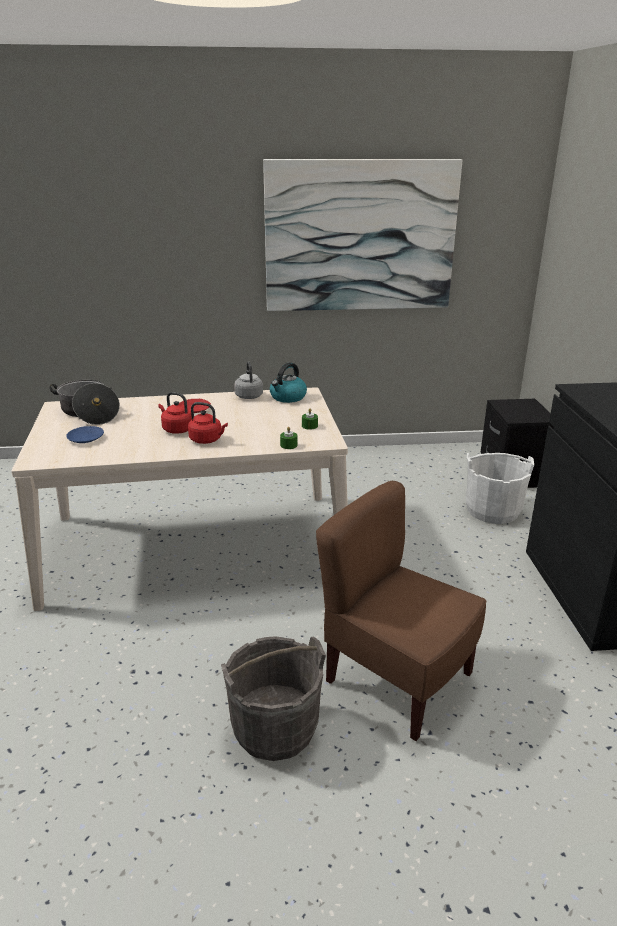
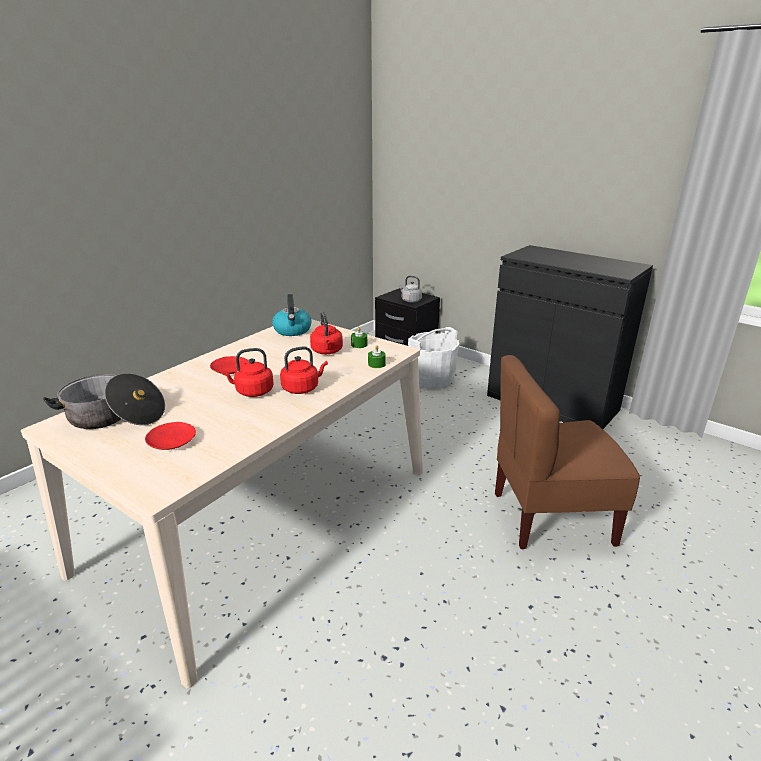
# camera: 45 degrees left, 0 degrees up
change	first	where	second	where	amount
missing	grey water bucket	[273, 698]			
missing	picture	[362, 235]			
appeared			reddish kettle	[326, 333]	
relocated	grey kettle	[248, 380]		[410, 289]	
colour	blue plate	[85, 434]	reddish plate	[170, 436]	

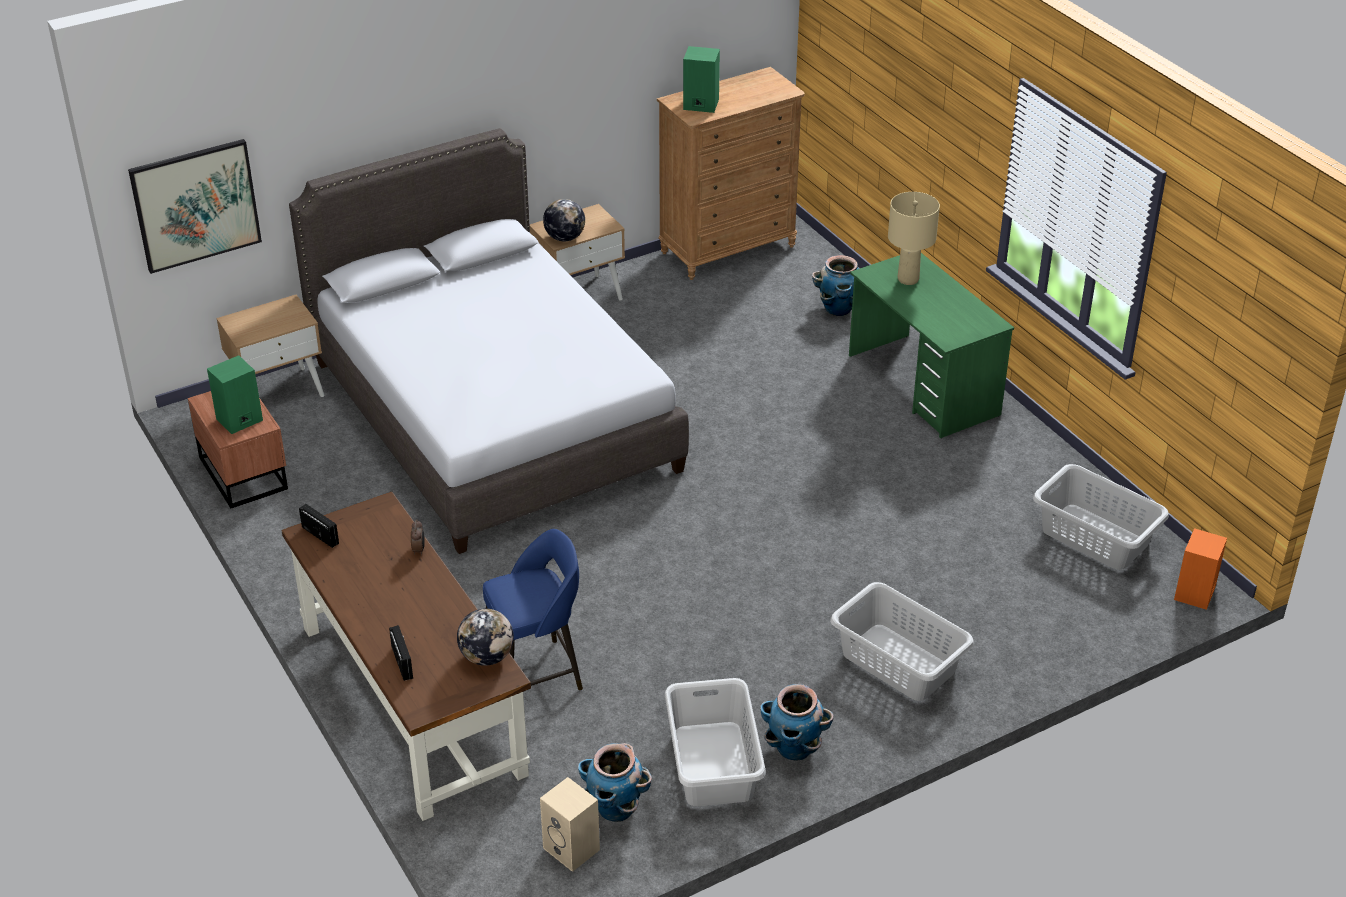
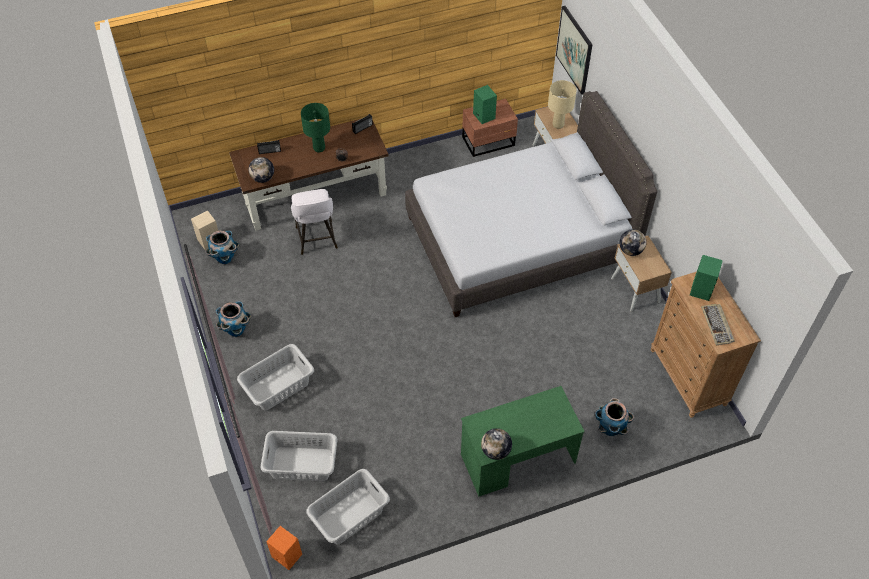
# camera: 100 degrees right, 15 degrees up
change	first	where	second	where	amount
appeared			green tabletop lamp	[315, 127]	
appeared			desk globe	[496, 444]	
appeared			PC keyboard	[718, 324]	
relocated	grey washing basket	[715, 742]		[299, 456]	
relocated	sand-coloured tabletop lamp	[914, 238]		[562, 104]	
colour	blue stool	[533, 609]	white stool	[314, 222]	

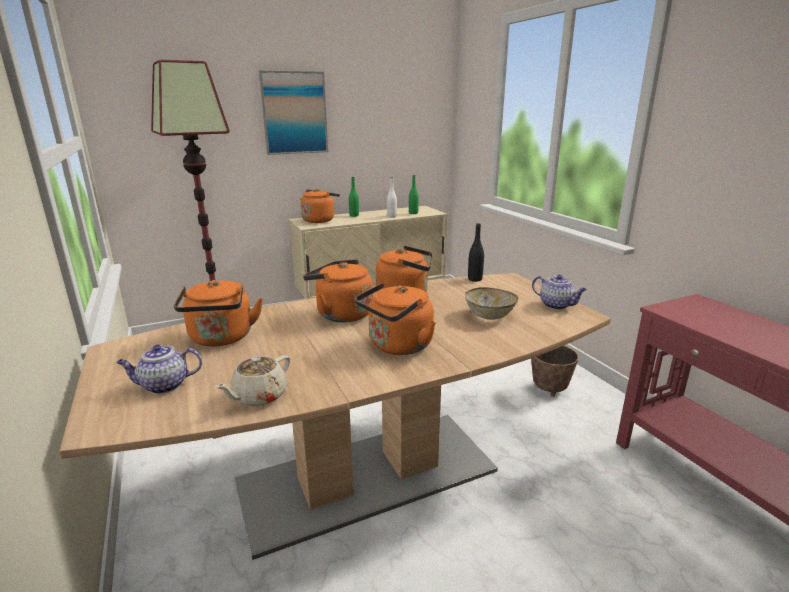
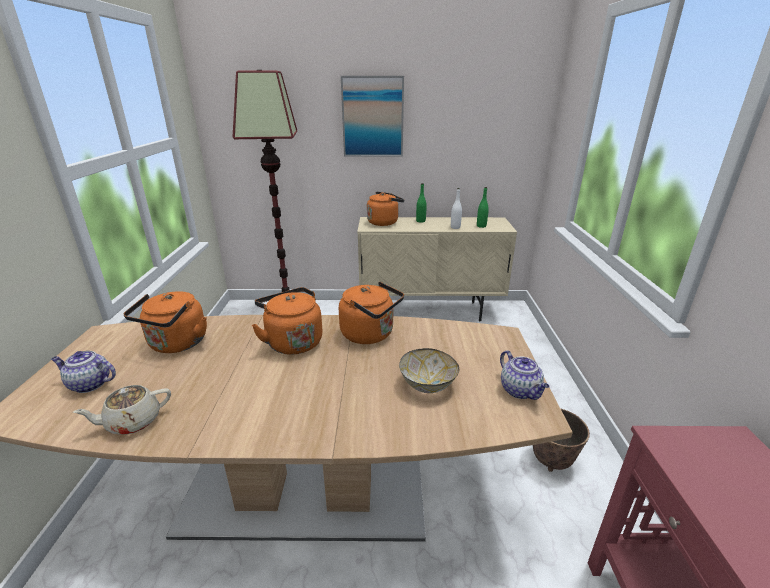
# camera: 25 degrees right, 5 degrees up
change	first	where	second	where	amount
missing	orange kettle	[395, 319]			
missing	black beverage bottle	[476, 252]			

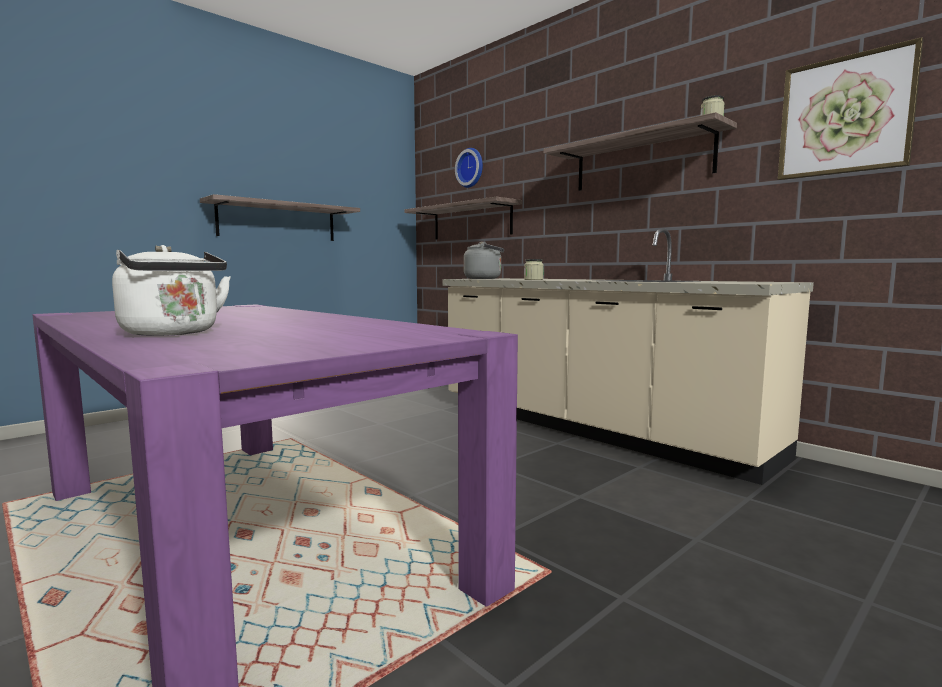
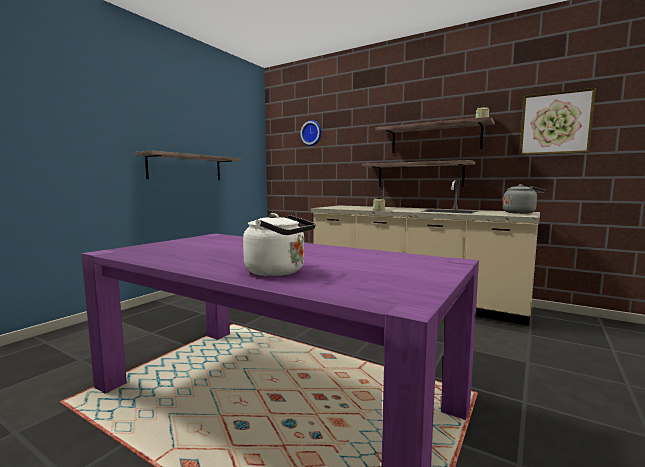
# camera: 15 degrees left, 0 degrees up
change	first	where	second	where	amount
relocated	bracket shelf	[463, 218]		[418, 173]	
relocated	grey kettle	[484, 260]		[524, 199]	

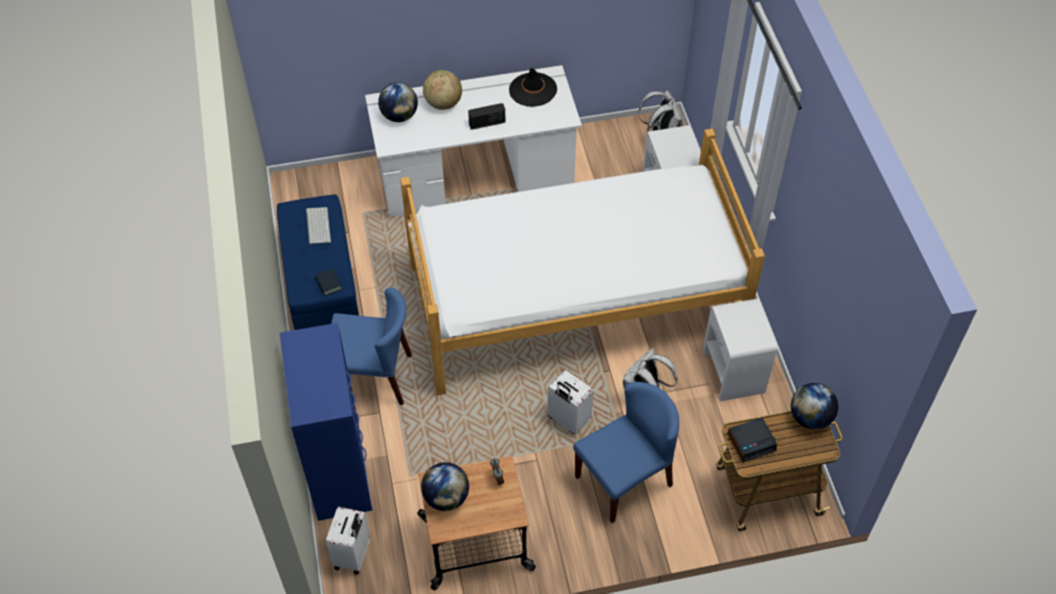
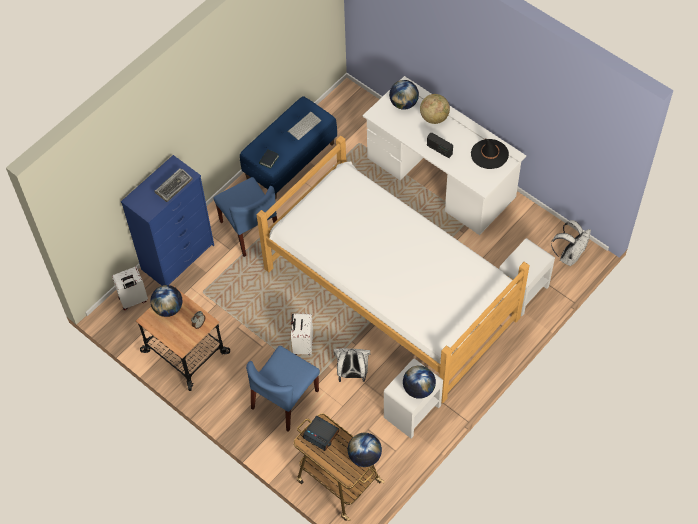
# camera: 55 degrees right, 5 degrees up
change	first	where	second	where	amount
appeared			PC keyboard	[173, 185]	
appeared			desk globe	[419, 382]	
spun	blue upright chair	[626, 452]		[283, 389]	105 degrees clockwise

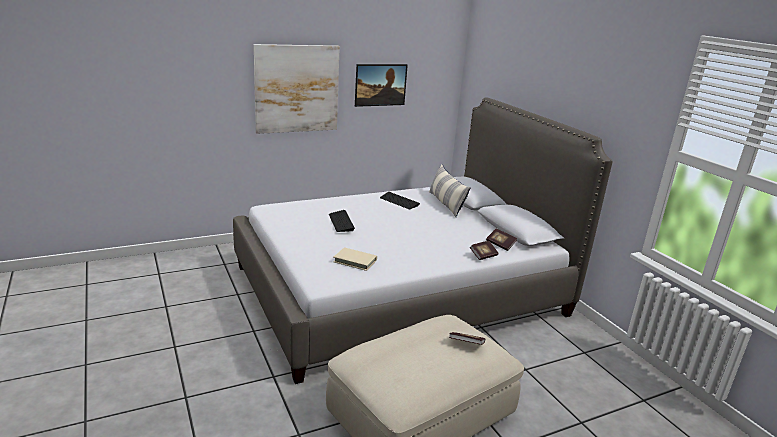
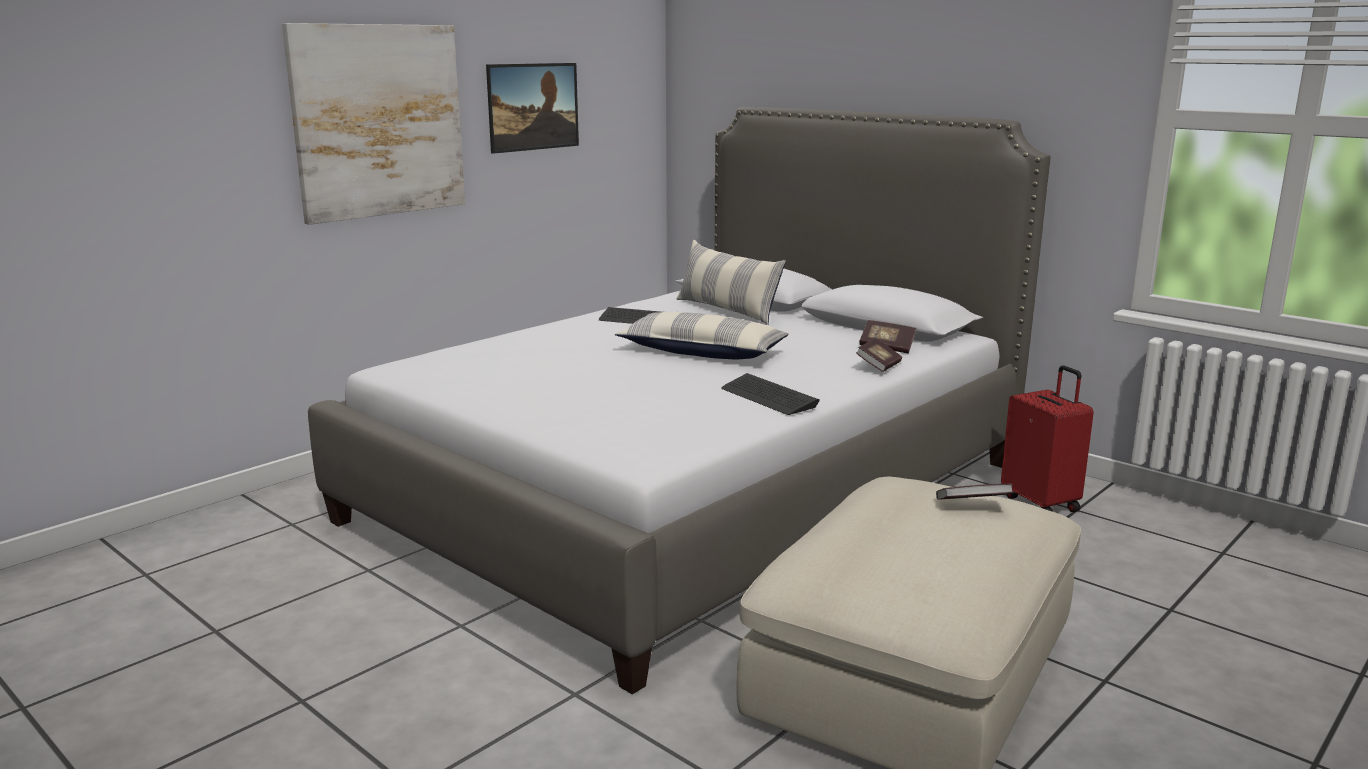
# camera: 20 degrees left, 5 degrees down
change	first	where	second	where	amount
missing	sand-coloured book	[355, 259]			
appeared			throw pillow	[702, 335]	
appeared			reddish travel case	[1047, 438]	
relocated	PC keyboard	[342, 221]		[770, 394]	

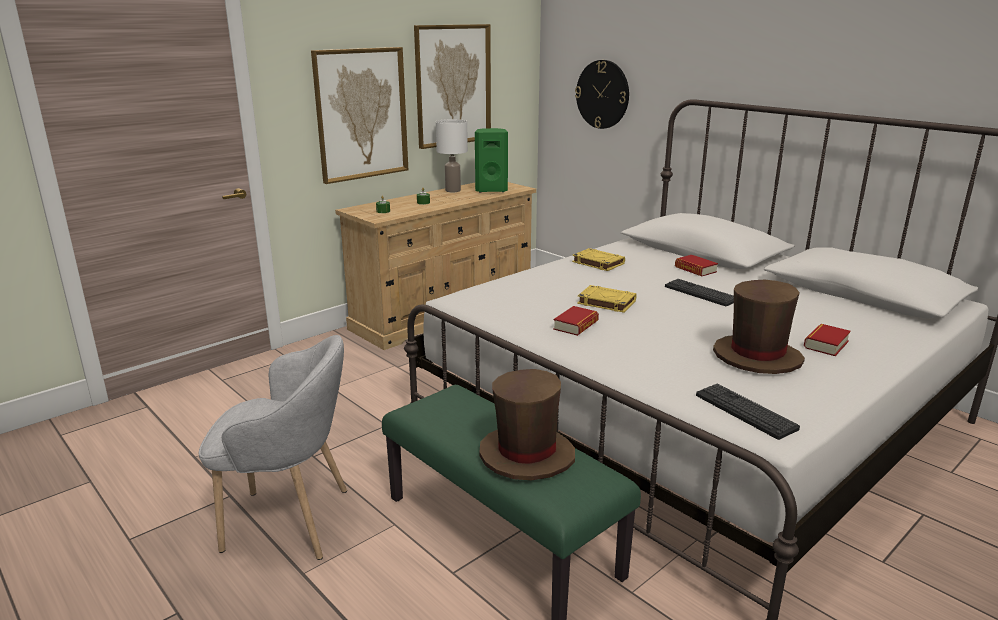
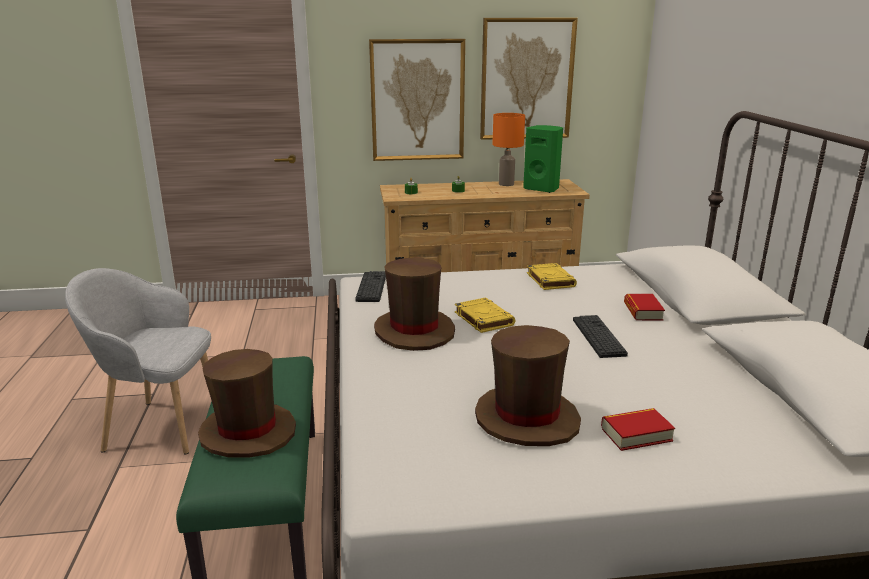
# camera: 35 degrees right, 0 degrees up
change	first	where	second	where	amount
missing	clock on the wall	[602, 94]			
relocated	PC keyboard	[748, 412]		[370, 286]	
exchanged	book	[576, 321]	brown hat	[414, 304]	
colour	white tabletop lamp	[452, 155]	orange tabletop lamp	[508, 149]	
spun	grey lounge chair	[273, 447]		[138, 361]	150 degrees clockwise

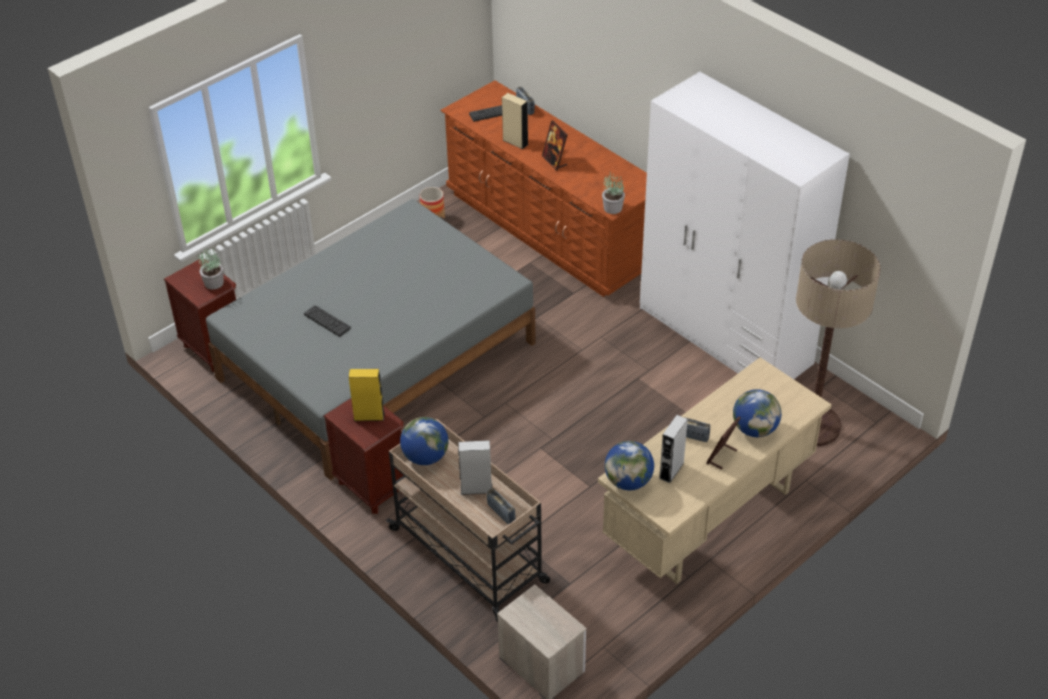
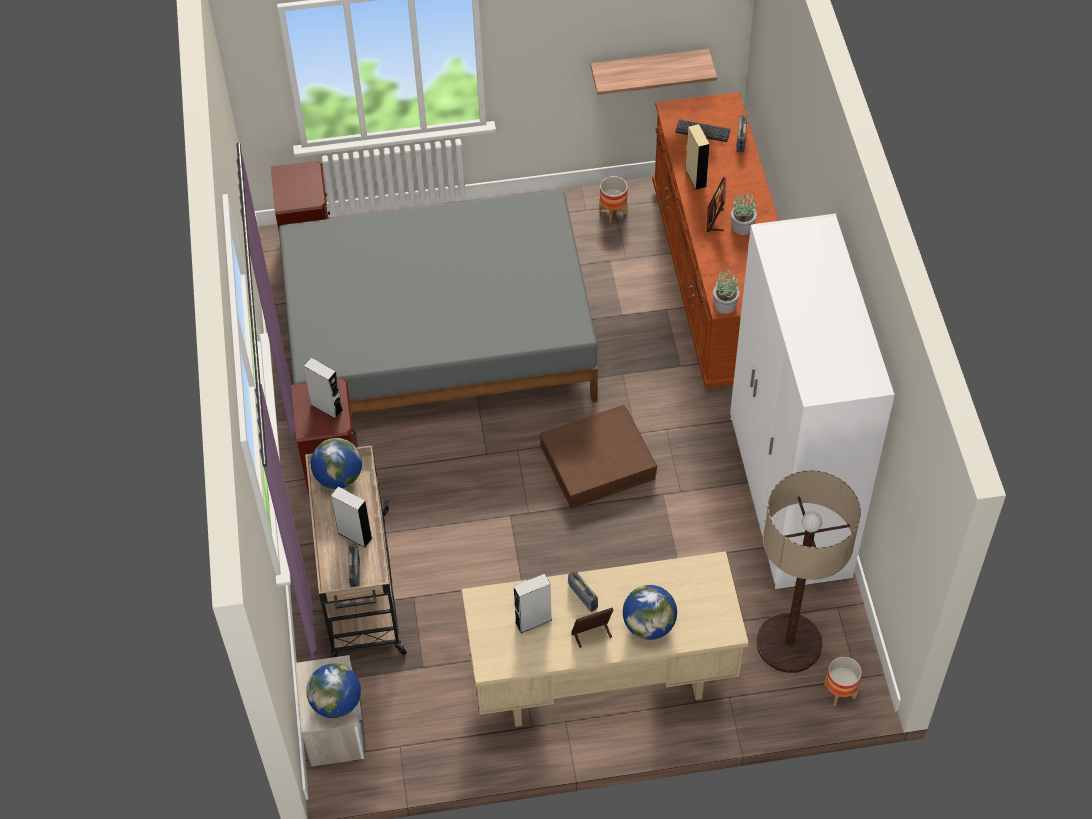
# camera: 35 degrees right, 10 degrees up
change	first	where	second	where	amount
missing	PC keyboard	[327, 321]			
appeared			brown storage container	[598, 457]	
appeared			bracket shelf	[654, 72]	
appeared			plant pot	[843, 681]	
relocated	plant in a pot	[211, 269]		[744, 213]	
relocated	desk globe	[629, 465]		[333, 690]	
colour	yellowish speaker	[366, 395]	grey speaker	[323, 388]	

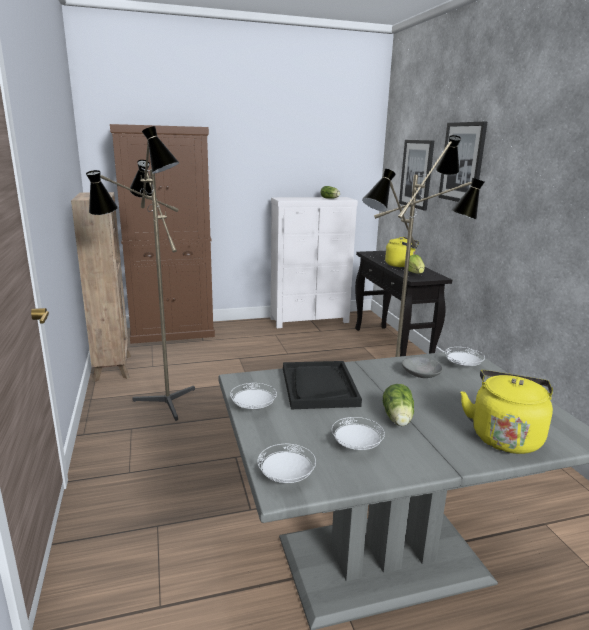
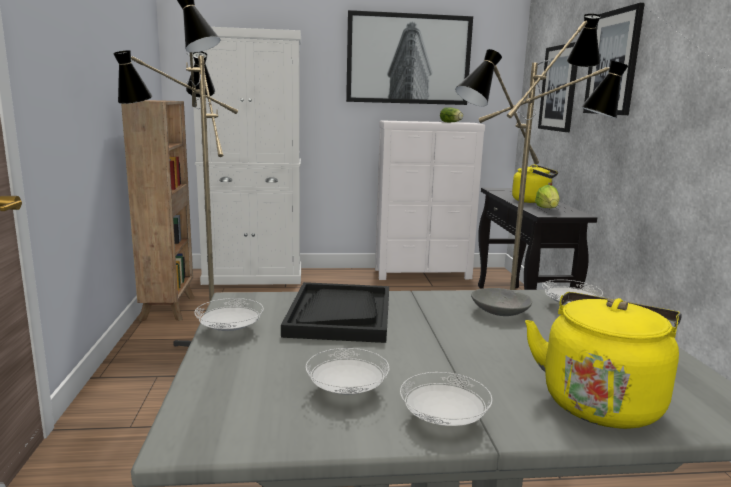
# camera: 10 degrees right, 5 degrees down
change	first	where	second	where	amount
missing	lettuce head	[398, 405]			
appeared			picture	[409, 57]	
relocated	white plate	[286, 463]		[446, 399]	
colour	brown cabinet	[162, 234]	white cabinet	[246, 156]	

